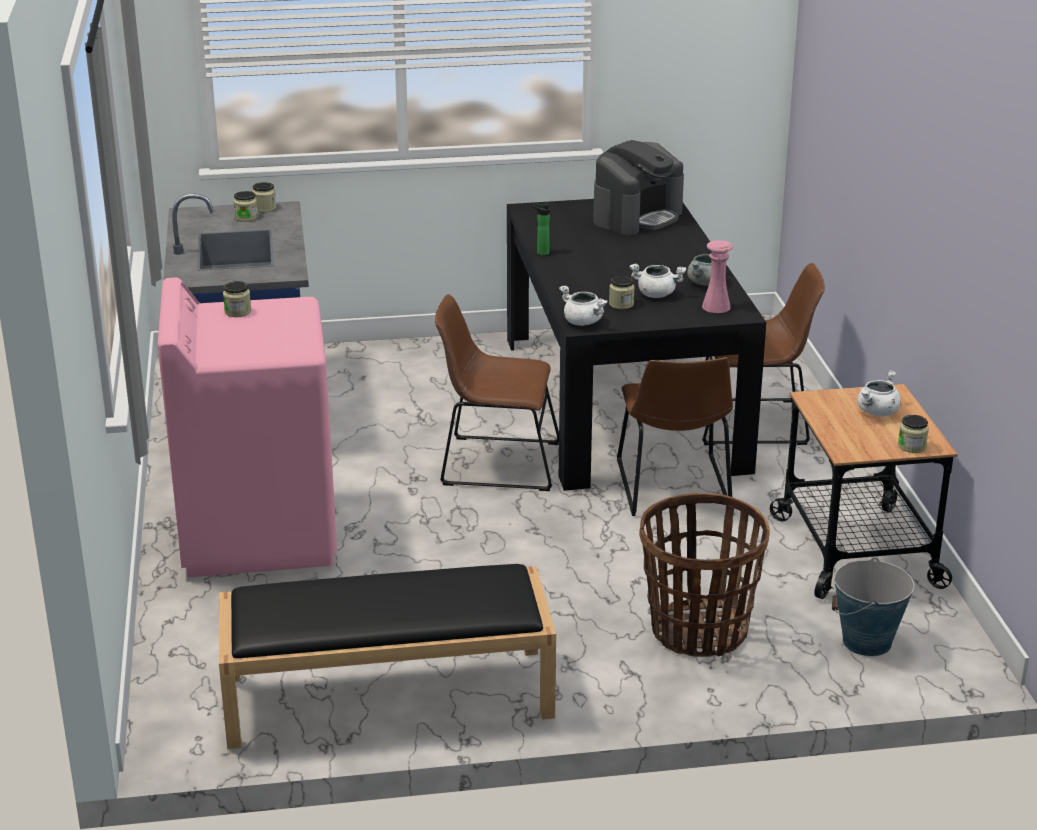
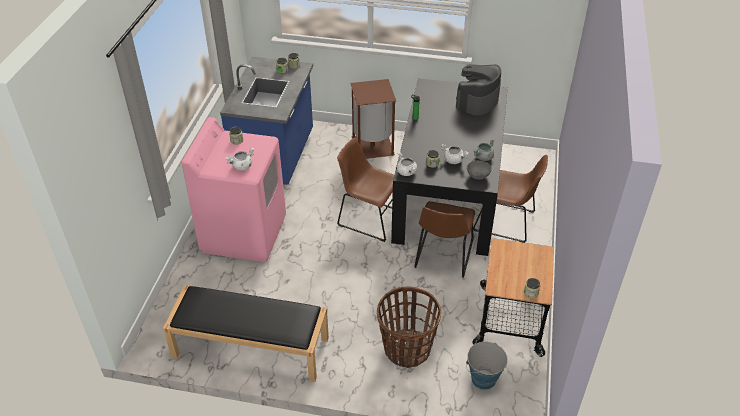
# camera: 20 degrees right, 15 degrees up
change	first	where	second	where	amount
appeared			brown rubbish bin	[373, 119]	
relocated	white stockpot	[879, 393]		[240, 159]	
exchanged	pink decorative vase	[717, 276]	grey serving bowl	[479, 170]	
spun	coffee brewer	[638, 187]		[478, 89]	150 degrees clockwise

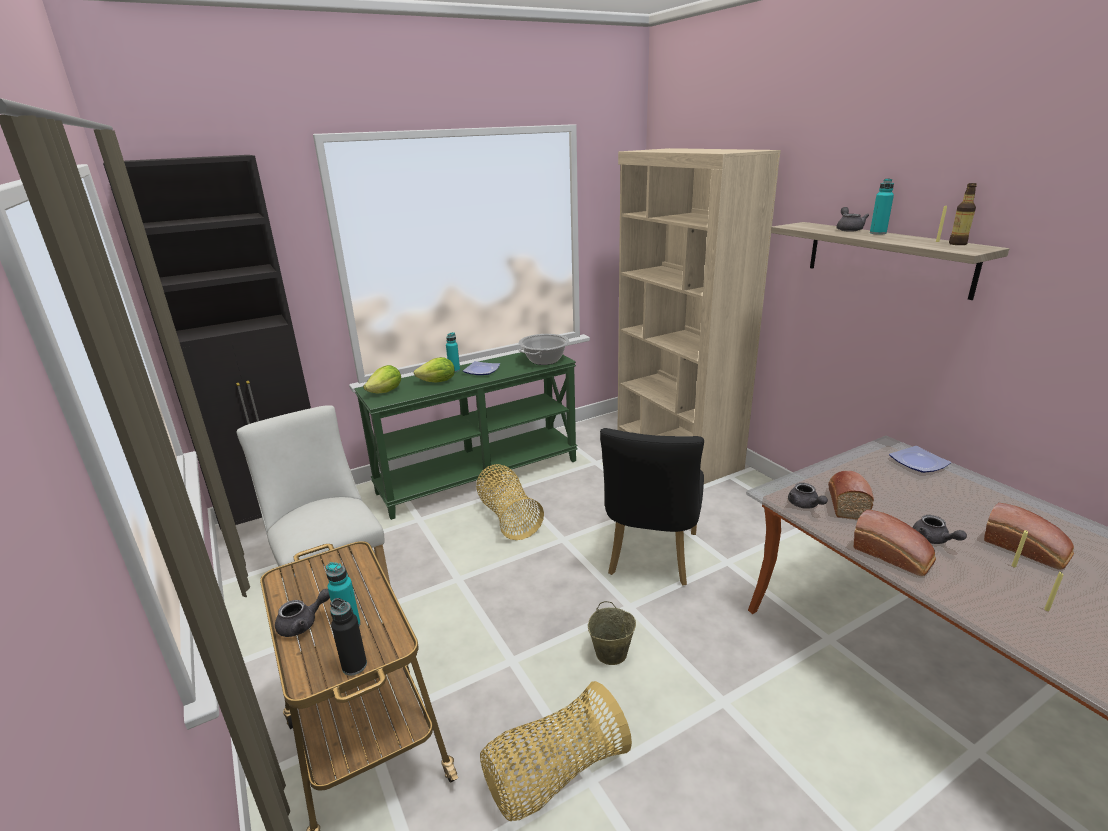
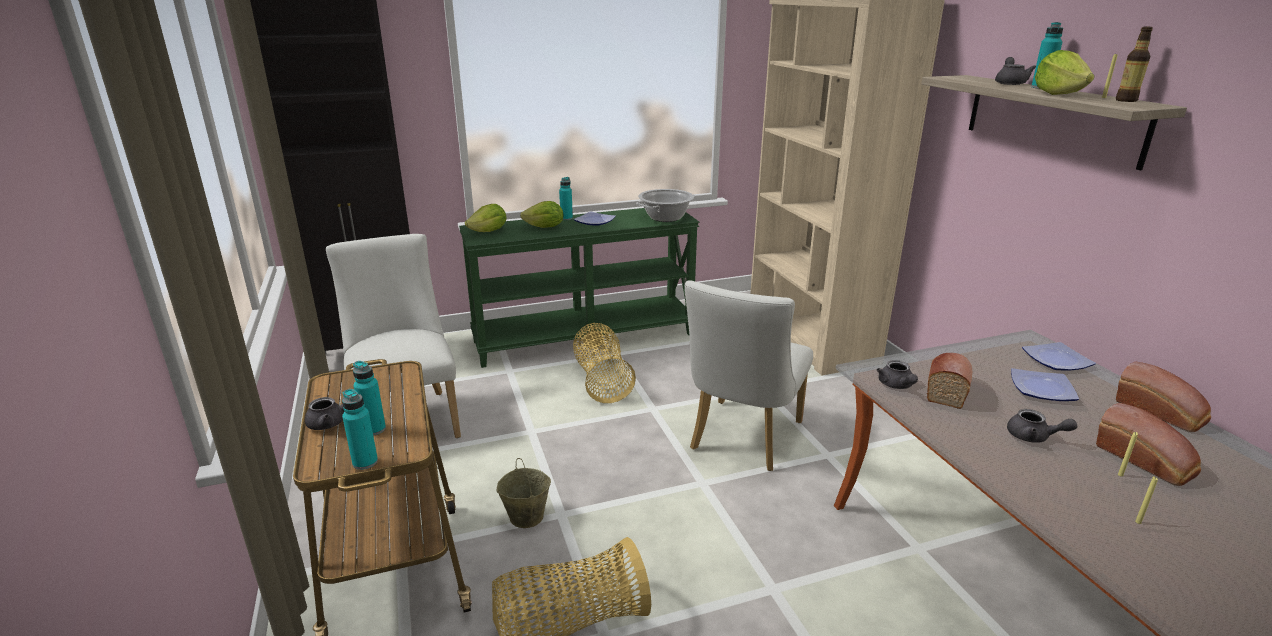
# camera: 10 degrees right, 0 degrees up
change	first	where	second	where	amount
appeared			plate	[1045, 384]	
appeared			lettuce head	[1065, 72]	
relocated	sand-coloured water bucket	[612, 633]		[523, 493]	
relocated	bread	[894, 543]		[1163, 397]	
colour	black beverage bottle	[348, 636]	turquoise-coloured beverage bottle	[360, 429]	
colour	black upright chair	[652, 506]	white upright chair	[748, 375]	
spun	grey tea pot	[940, 529]		[1042, 426]	45 degrees counterclockwise

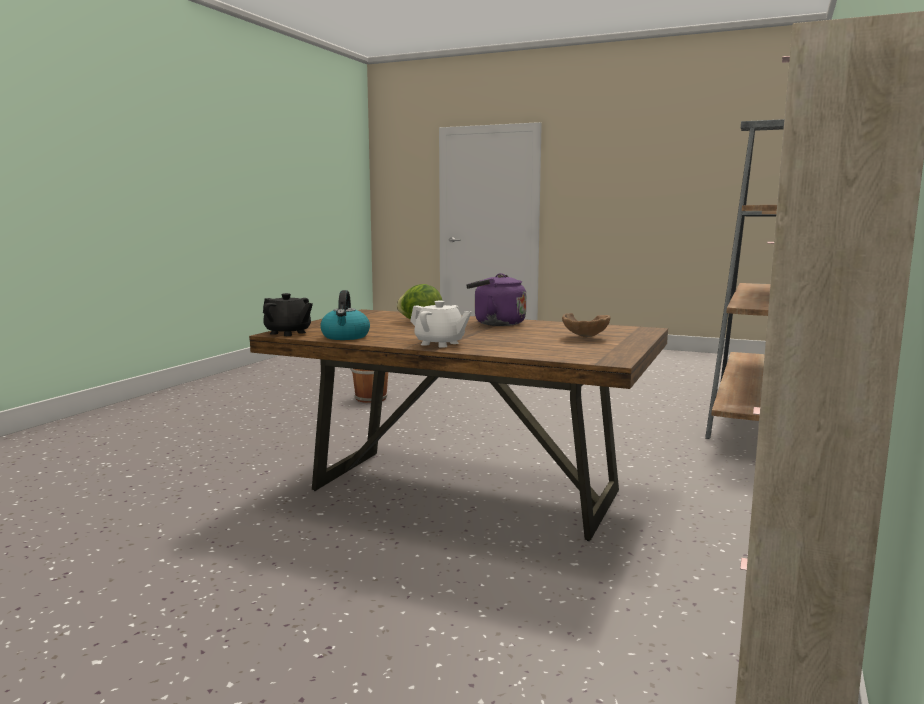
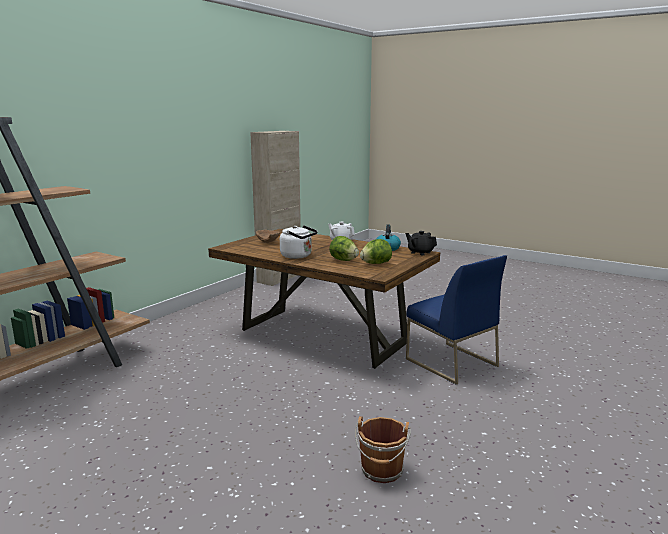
# camera: 170 degrees left, 5 degrees up
change	first	where	second	where	amount
appeared			lettuce head	[376, 251]	
appeared			blue upright chair	[456, 320]	
colour	purple-coloured kettle	[496, 299]	white kettle	[299, 242]	

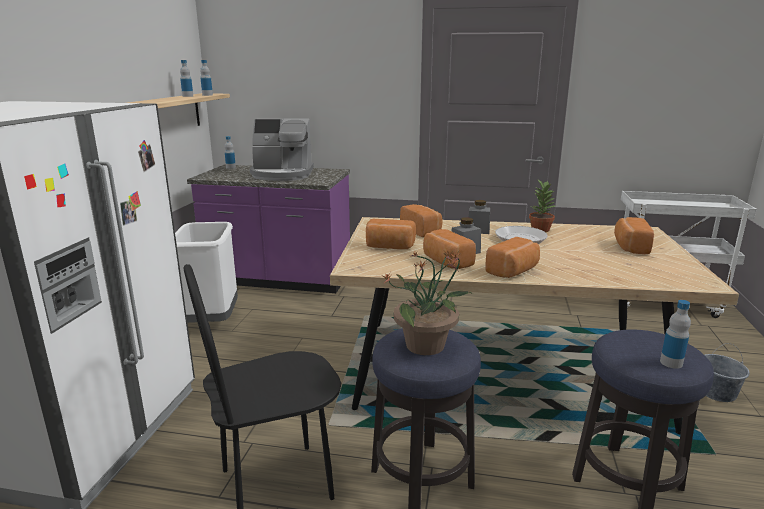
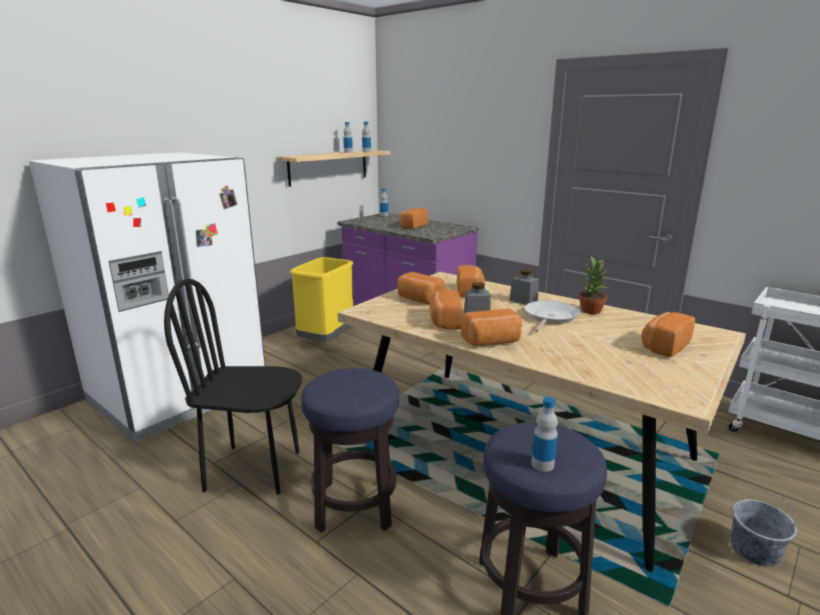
# camera: 30 degrees right, 0 degrees up
change	first	where	second	where	amount
missing	plant in a pot	[428, 303]			
exchanged	coffee brewer	[282, 150]	bread	[413, 218]	
colour	white rubbish bin	[206, 272]	yellowish rubbish bin	[321, 299]	

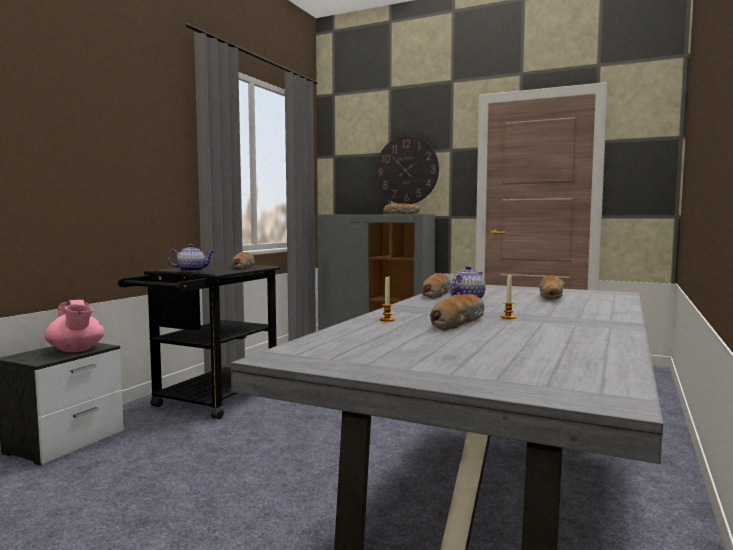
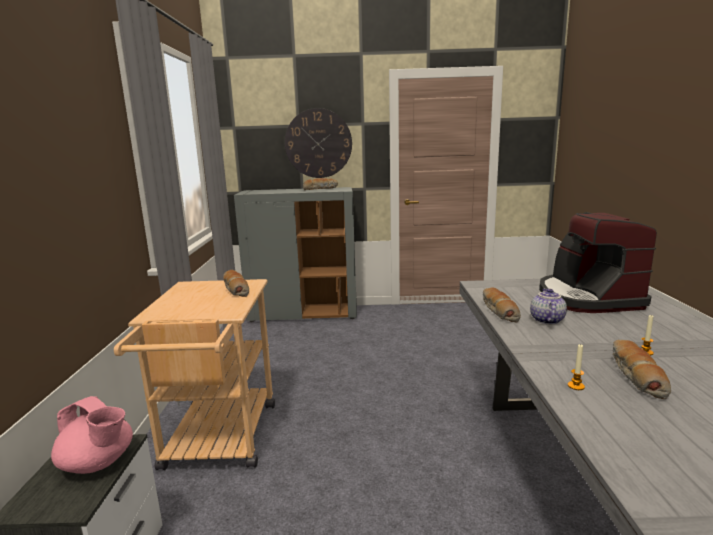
# camera: 25 degrees left, 10 degrees up
change	first	where	second	where	amount
missing	tea pot	[190, 258]			
exchanged	bread	[552, 287]	coffee brewer	[598, 262]	
colour	black wheeled cart	[199, 341]	sand-coloured wheeled cart	[194, 374]	

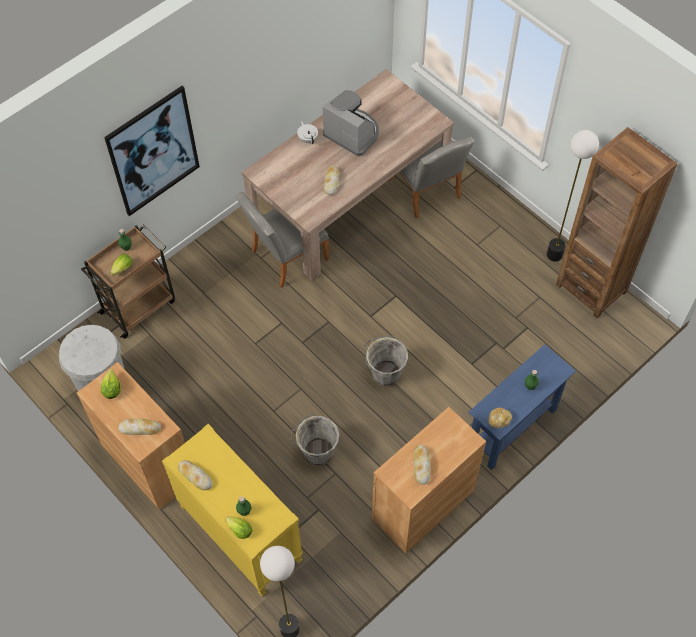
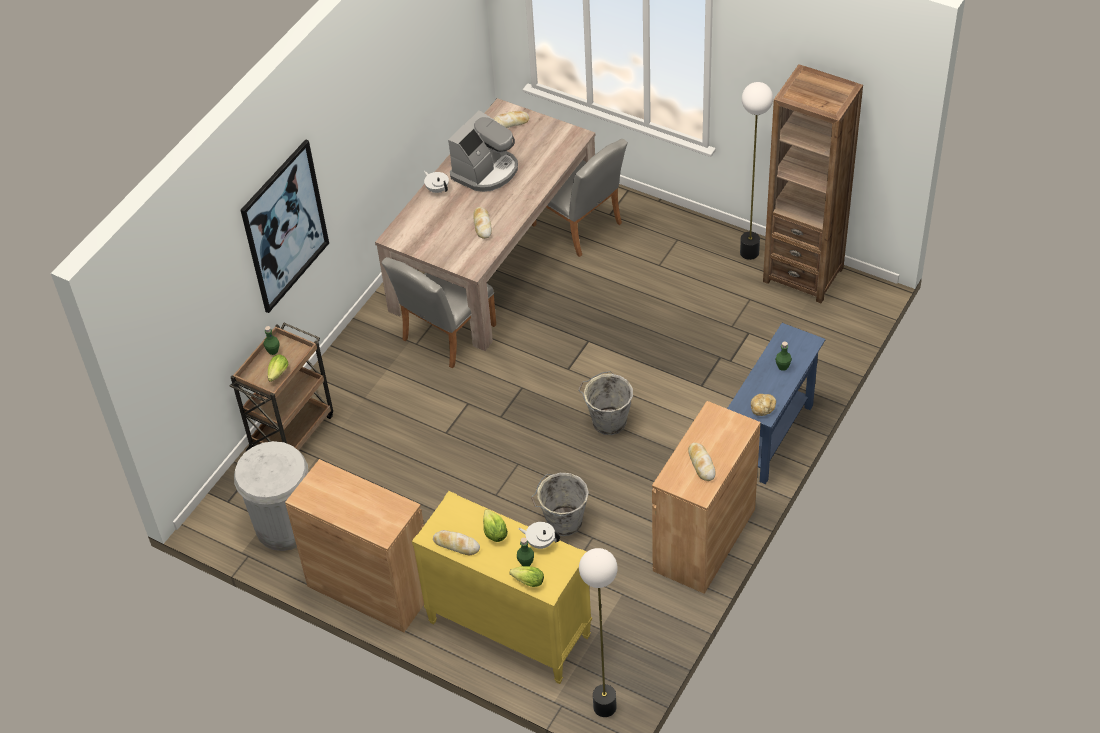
# camera: 15 degrees left, 10 degrees down
change	first	where	second	where	amount
appeared			white tea pot	[539, 535]	
relocated	lettuce head	[111, 384]		[495, 525]	
relocated	bread	[139, 426]		[511, 119]	
spun	coffee brewer	[351, 123]		[483, 151]	105 degrees clockwise

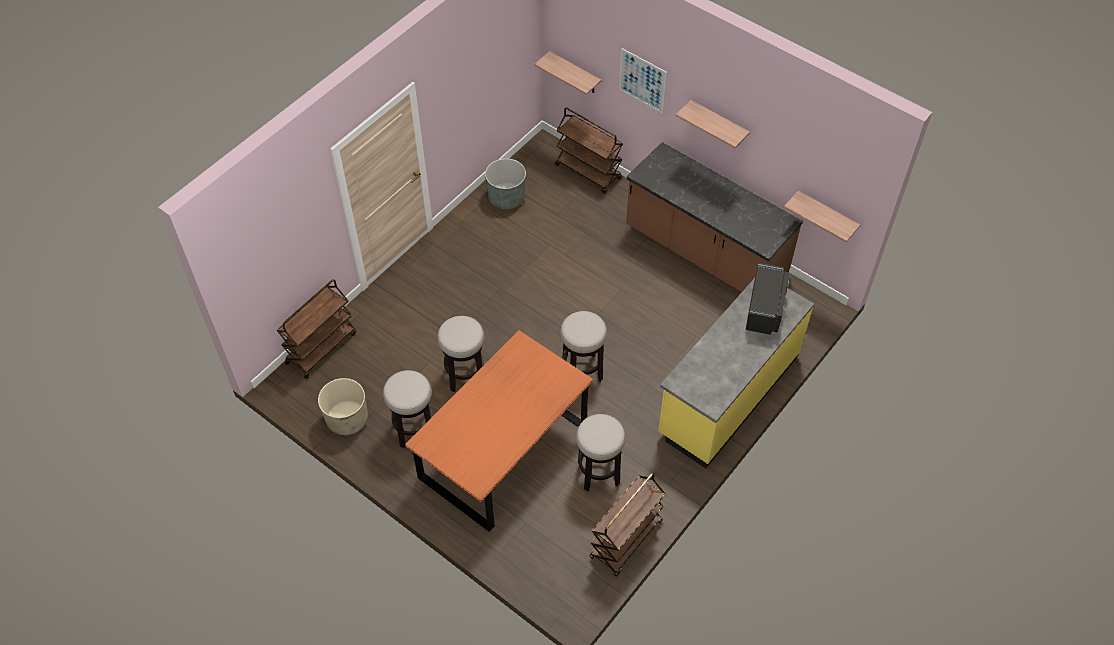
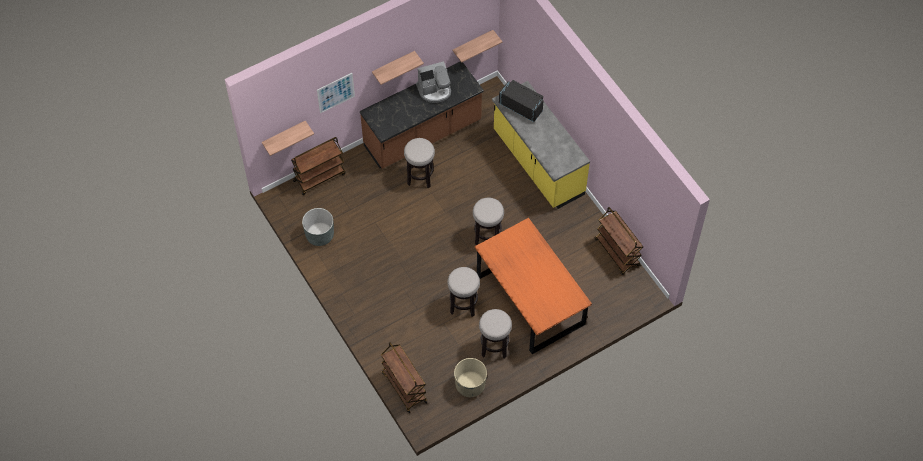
# camera: 70 degrees left, 5 degrees up
change	first	where	second	where	amount
appeared			coffee brewer	[433, 82]	
relocated	stool	[601, 452]		[419, 163]	

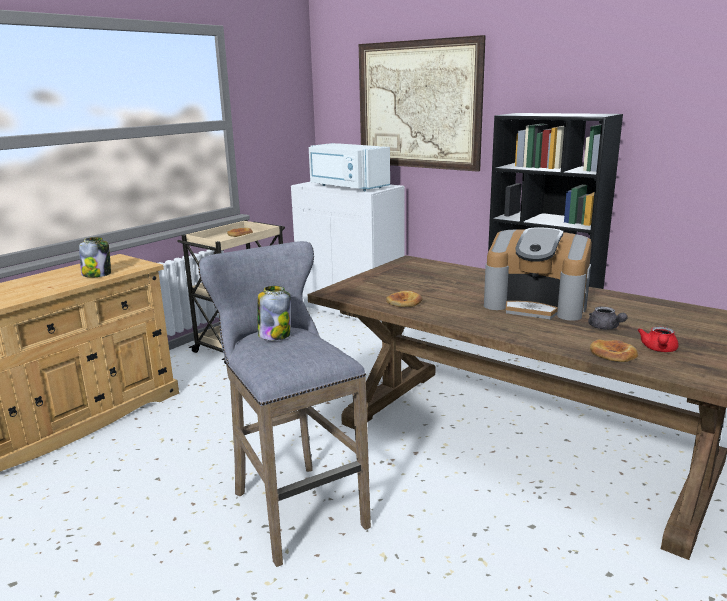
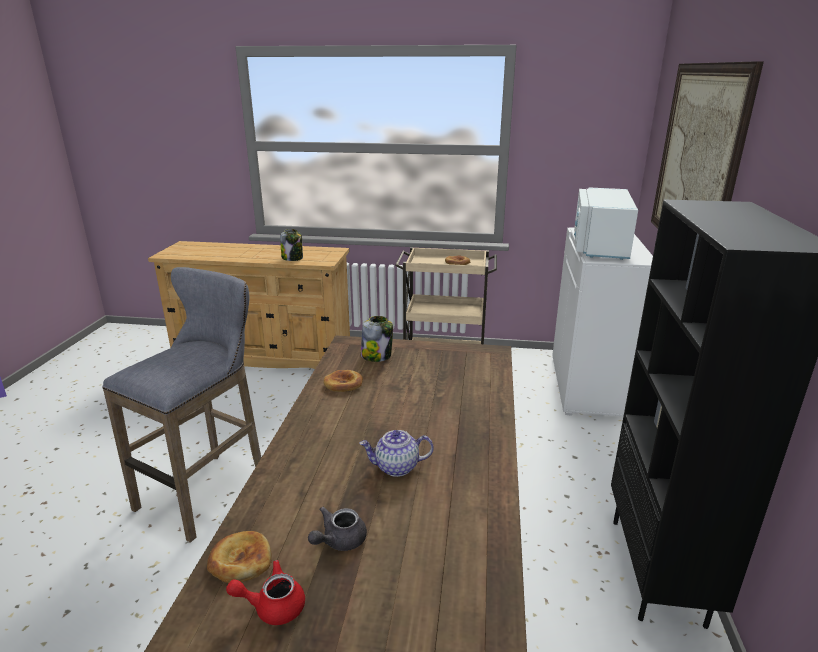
# camera: 60 degrees right, 5 degrees up
change	first	where	second	where	amount
relocated	preserve jar	[274, 313]		[377, 339]	
exchanged	coffee brewer	[538, 274]	tea pot	[396, 453]	

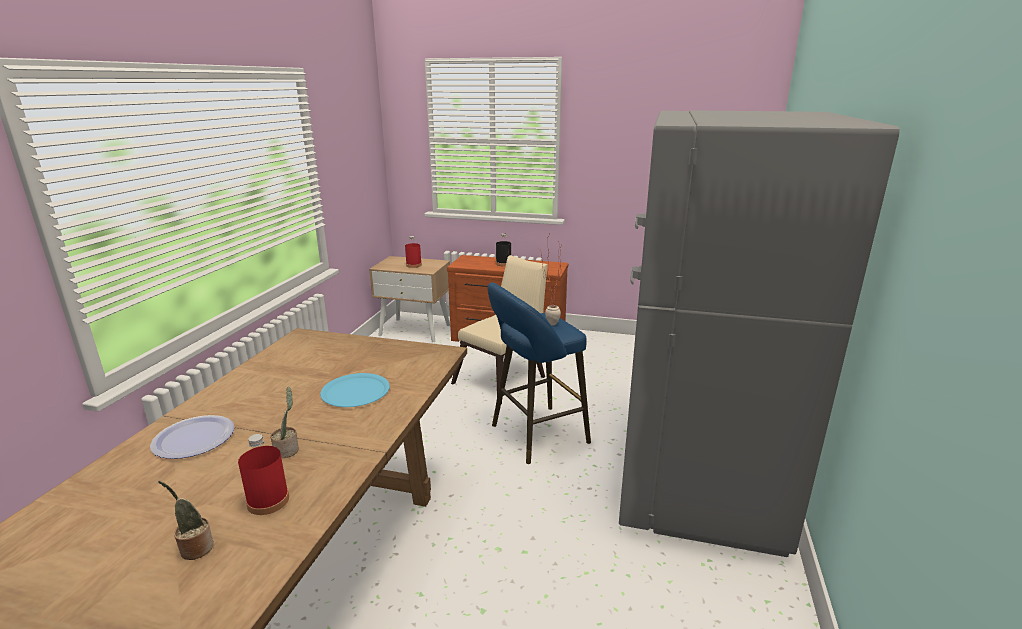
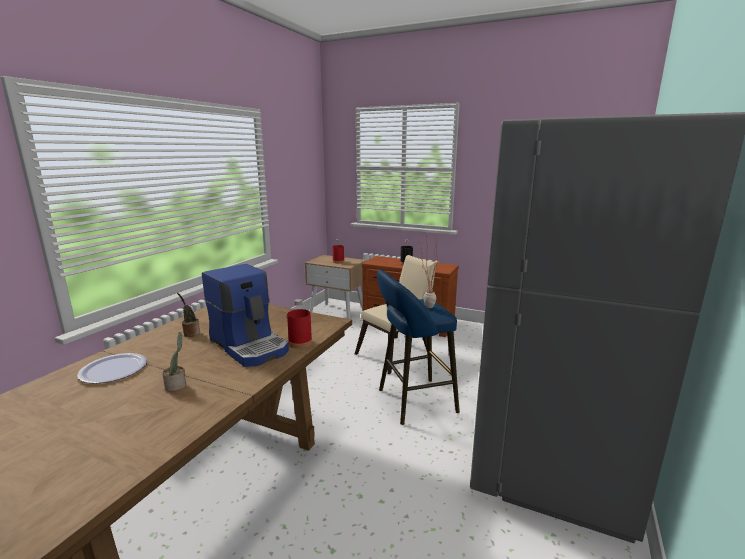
# camera: 10 degrees right, 5 degrees down
change	first	where	second	where	amount
relocated	plant in a pot	[186, 520]		[188, 315]	
relocated	reddish beverage bottle	[263, 474]		[299, 323]	
exchanged	blue plate	[355, 390]	coffee brewer	[245, 315]	

